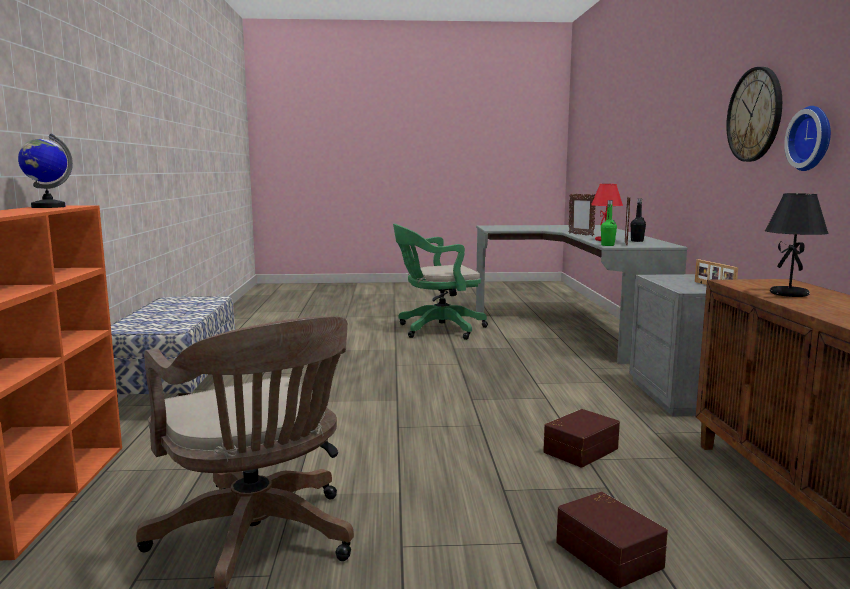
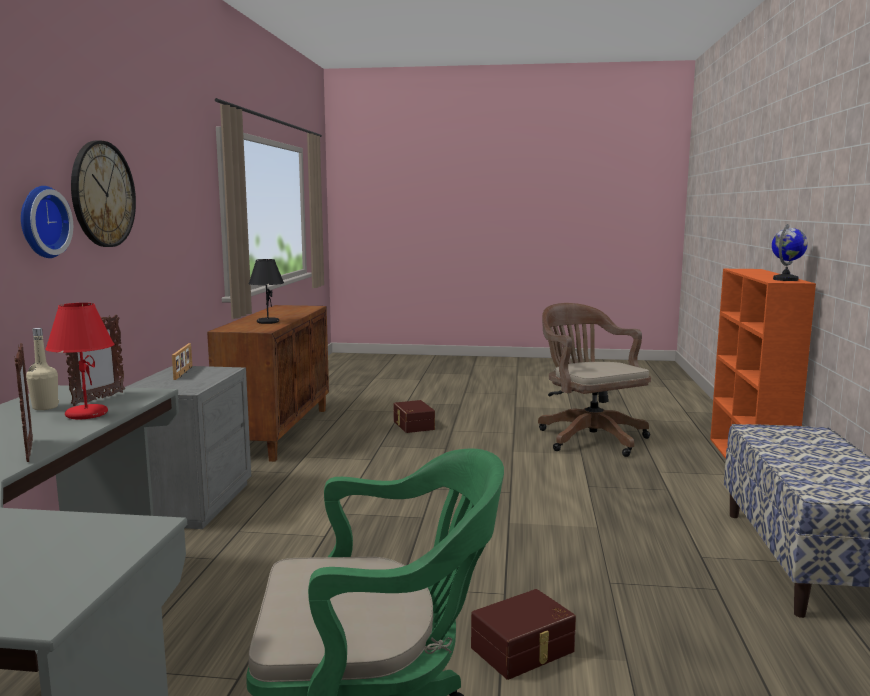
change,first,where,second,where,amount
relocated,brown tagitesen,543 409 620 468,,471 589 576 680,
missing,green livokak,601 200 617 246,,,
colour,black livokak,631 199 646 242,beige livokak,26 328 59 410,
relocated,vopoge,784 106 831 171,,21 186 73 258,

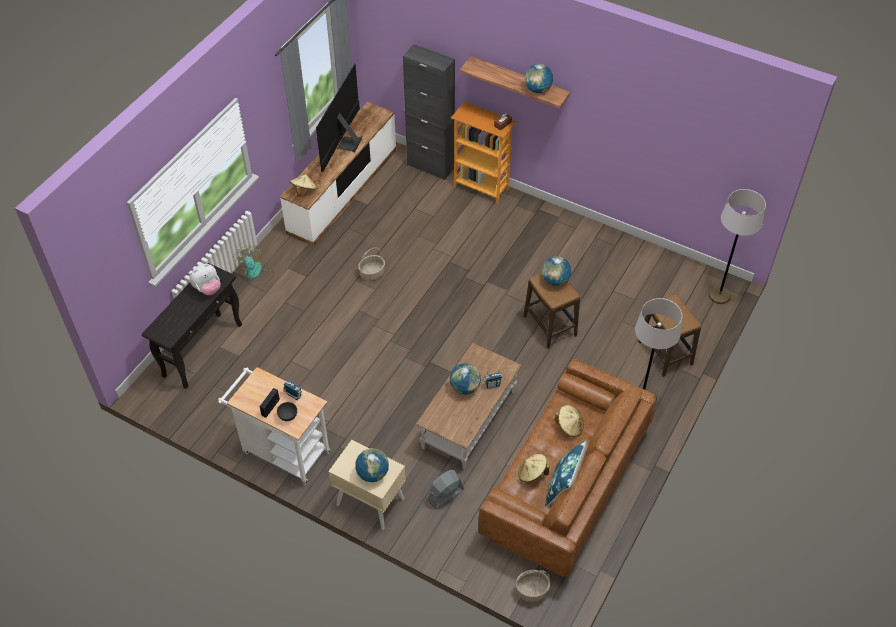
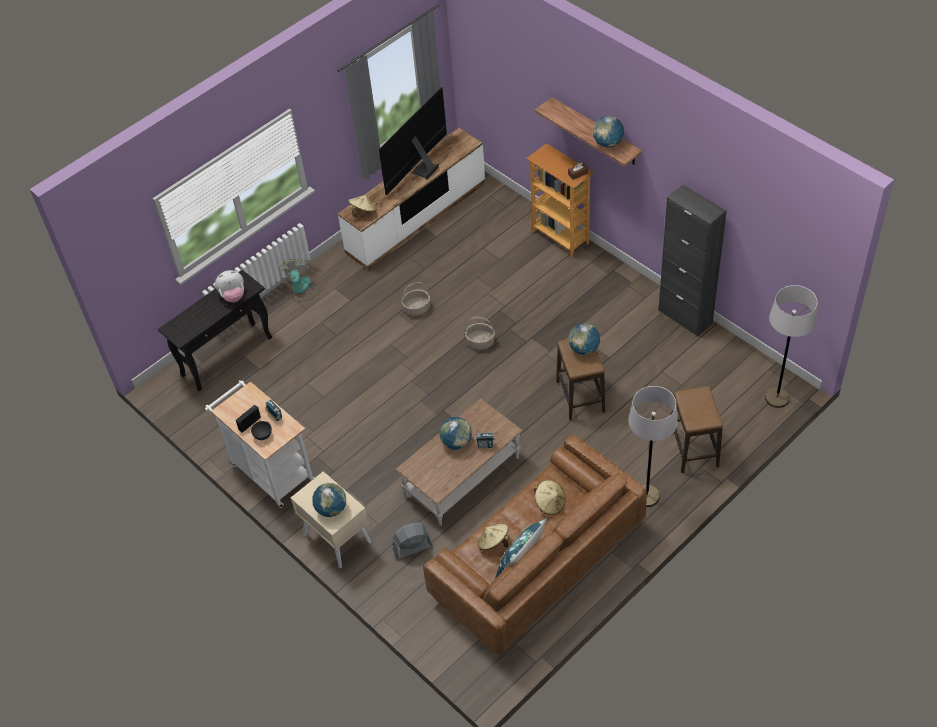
change,first,where,second,where,amount
relocated,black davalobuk,403 44 455 180,,658 185 727 337,
relocated,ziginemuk,516 570 550 602,,465 317 495 350,

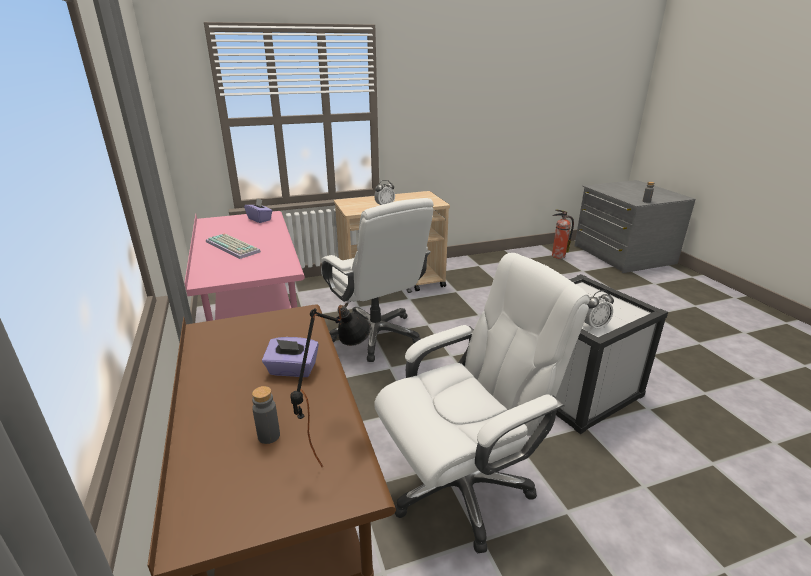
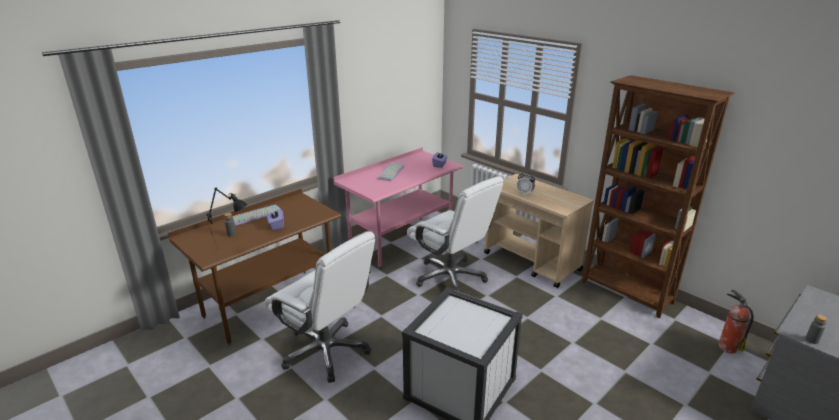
change,first,where,second,where,amount
spun,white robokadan,321 198 434 362,,407 176 504 292,75 degrees counterclockwise
missing,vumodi,584 290 614 331,,,
appeared,,,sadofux,232 205 283 226,
appeared,,,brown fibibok,582 75 735 318,

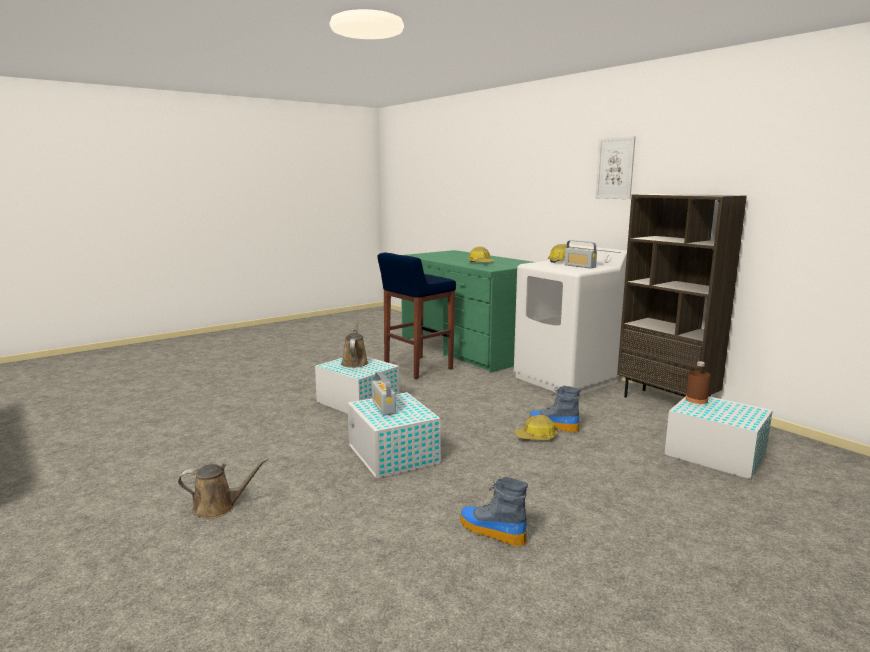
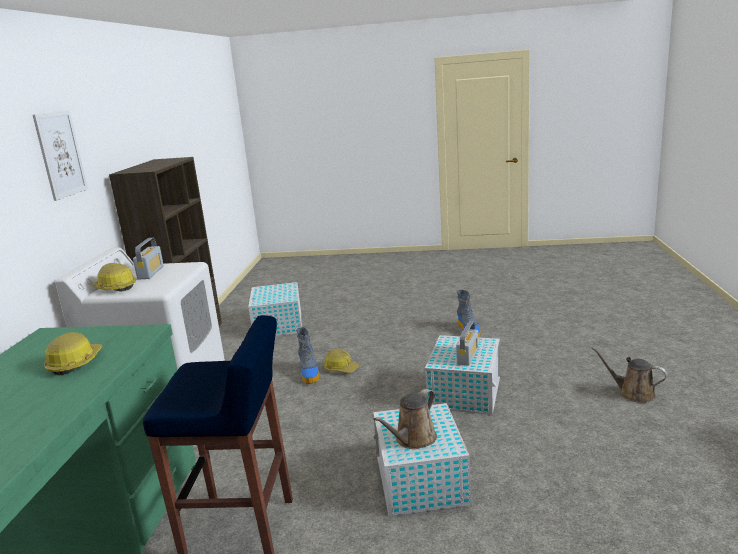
change,first,where,second,where,amount
missing,brown livokak,686 361 711 404,,,

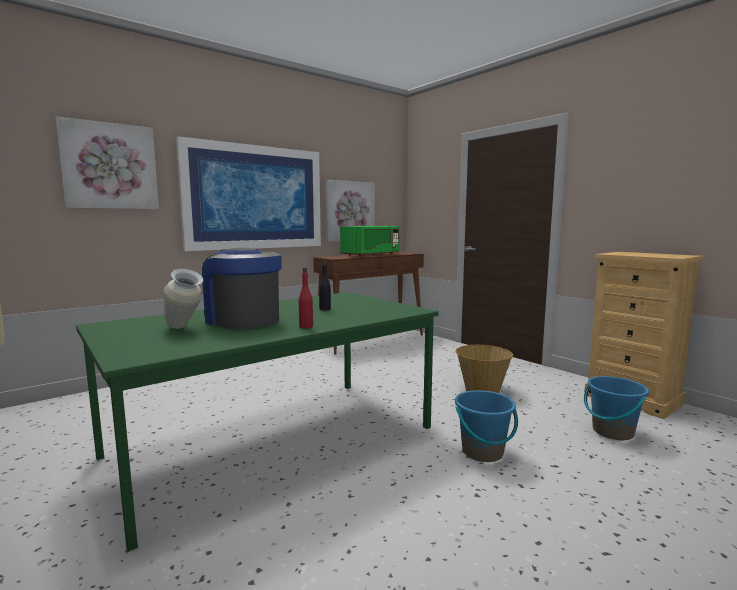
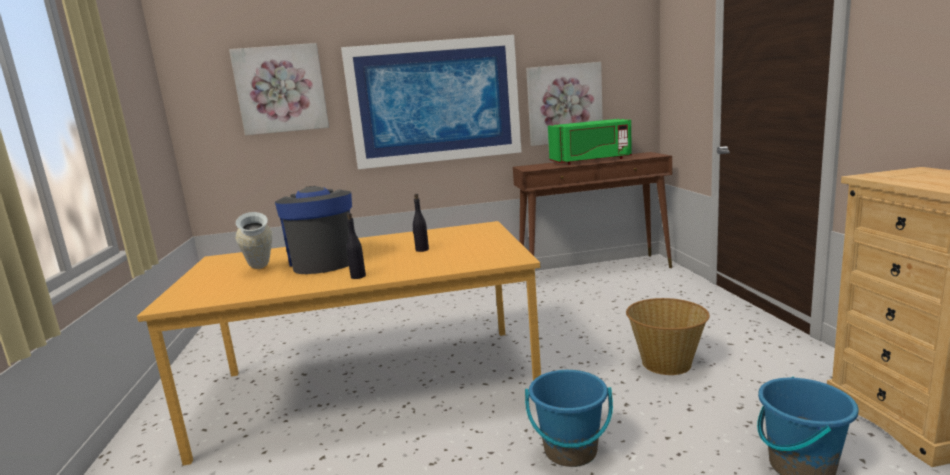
change,first,where,second,where,amount
colour,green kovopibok,76 292 439 552,orange kovopibok,137 221 541 465,
colour,red livokak,299 268 313 329,black livokak,347 213 366 279,

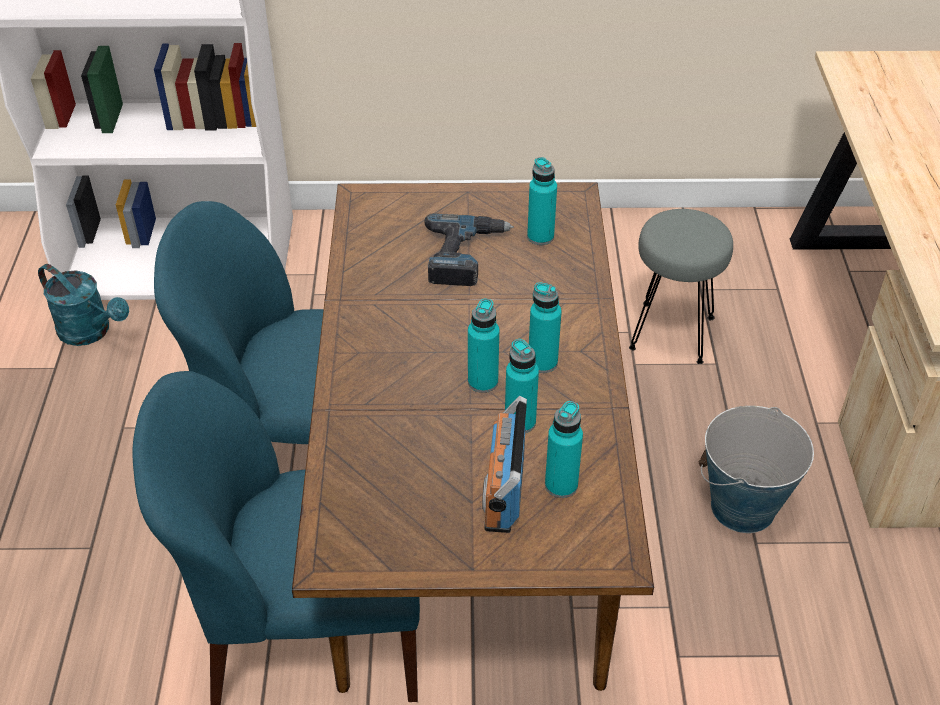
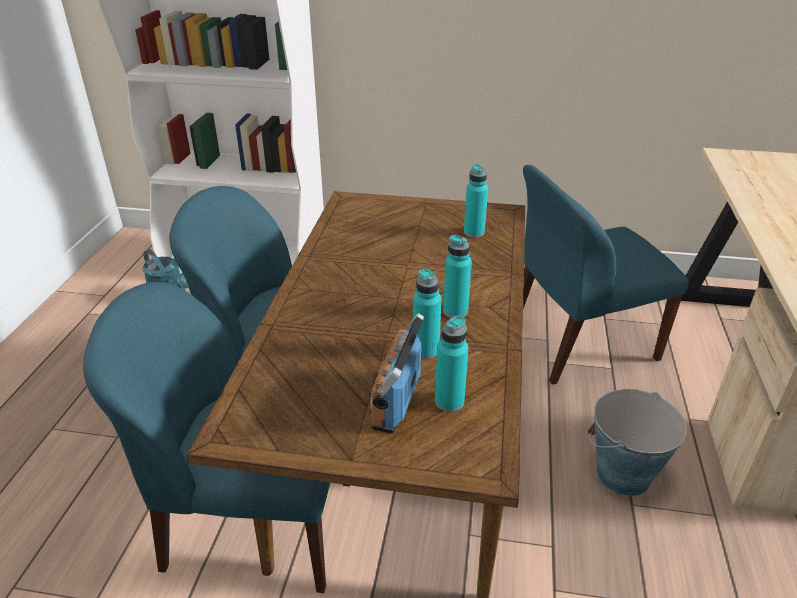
change,first,where,second,where,amount
missing,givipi,425 213 514 286,,,
missing,turquoise livokak,468 298 499 393,,,
exchanged,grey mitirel,629 209 733 364,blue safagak,523 165 689 385,

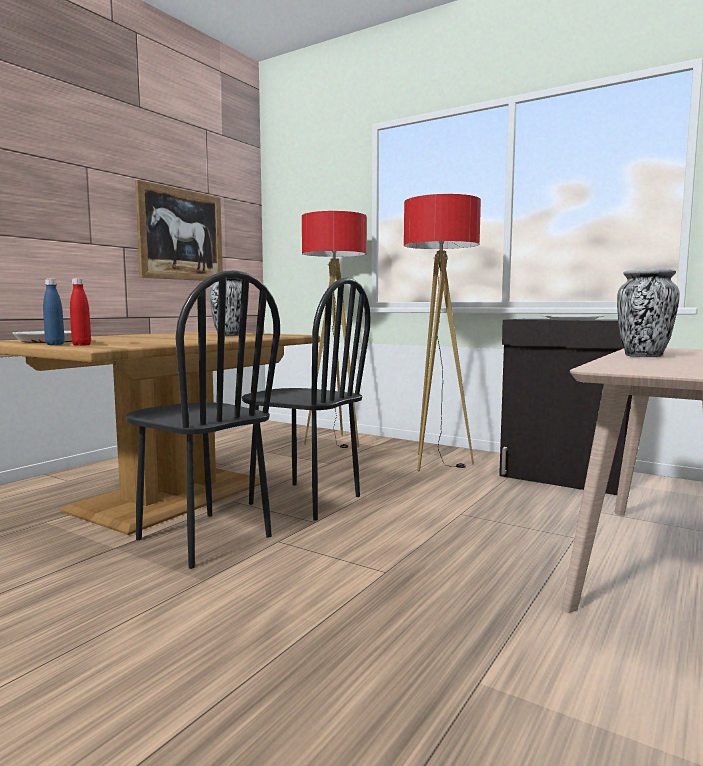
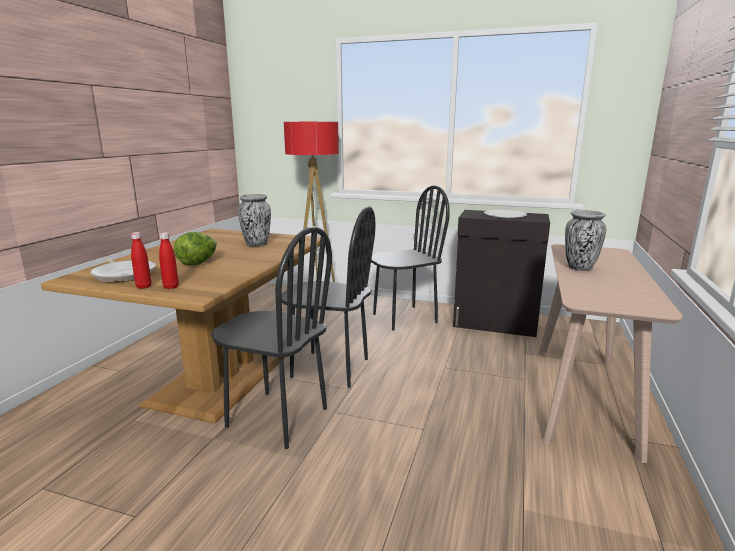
change,first,where,second,where,amount
colour,blue livokak,43 279 65 345,red livokak,131 232 151 289,
missing,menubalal,135 179 223 281,,,
exchanged,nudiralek,404 194 481 471,black safagak,371 185 450 331,
appeared,,,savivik,174 232 217 266,

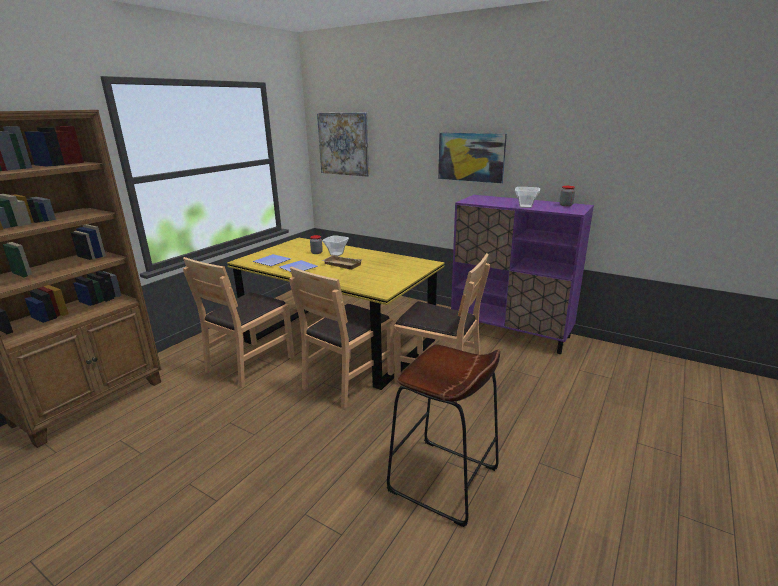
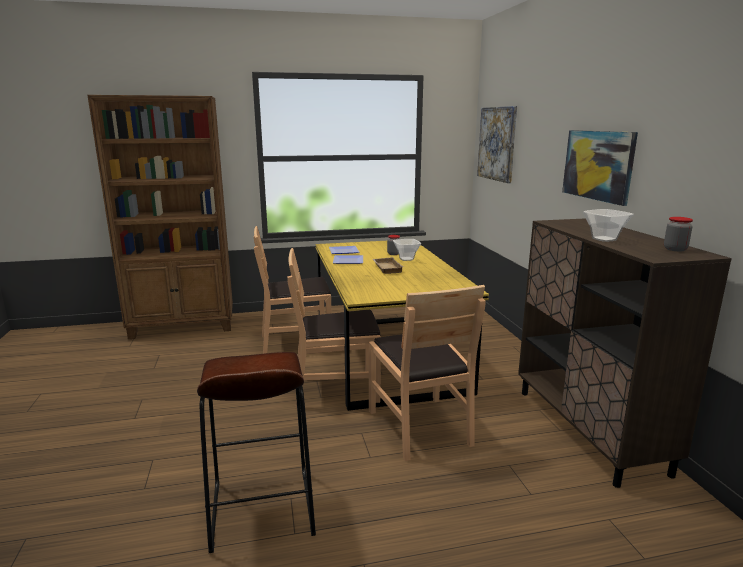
change,first,where,second,where,amount
colour,purple davalobuk,451 195 594 354,brown davalobuk,518 218 732 488,

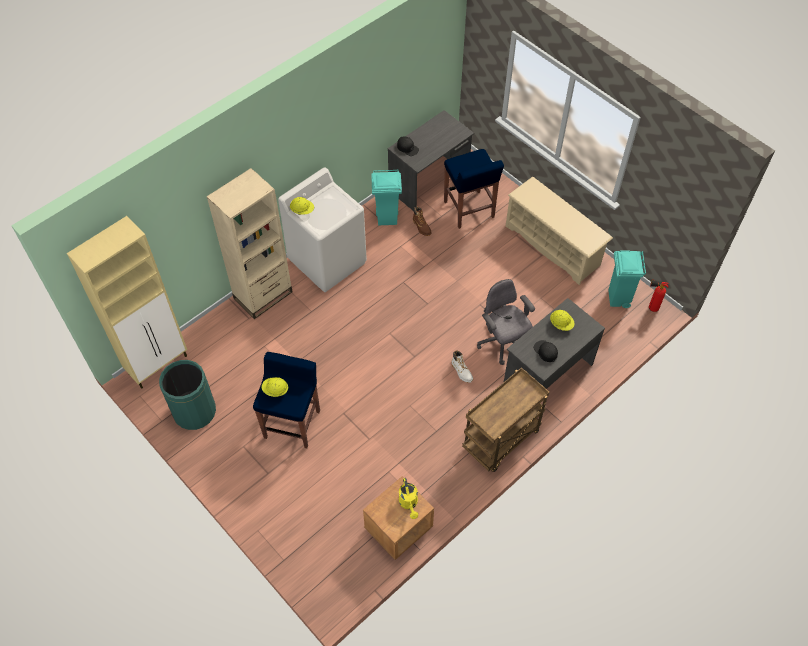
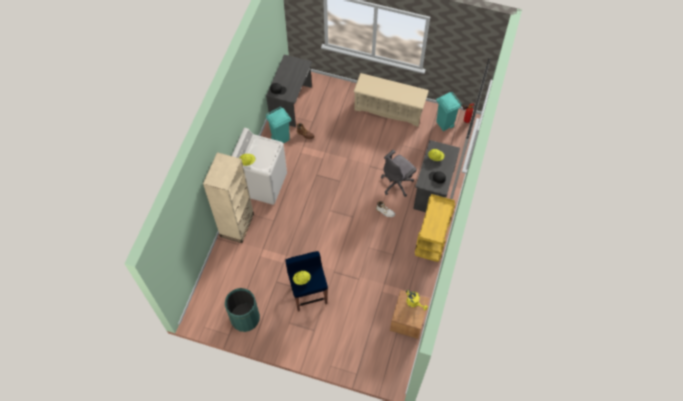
change,first,where,second,where,amount
missing,beige davalobuk,67 216 187 389,,,
missing,blue mitirel,444 149 504 229,,,
colour,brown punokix,462 367 550 472,yellow punokix,415 194 455 262,
spun,grey robokadan,477 279 535 365,,381 150 417 197,75 degrees counterclockwise

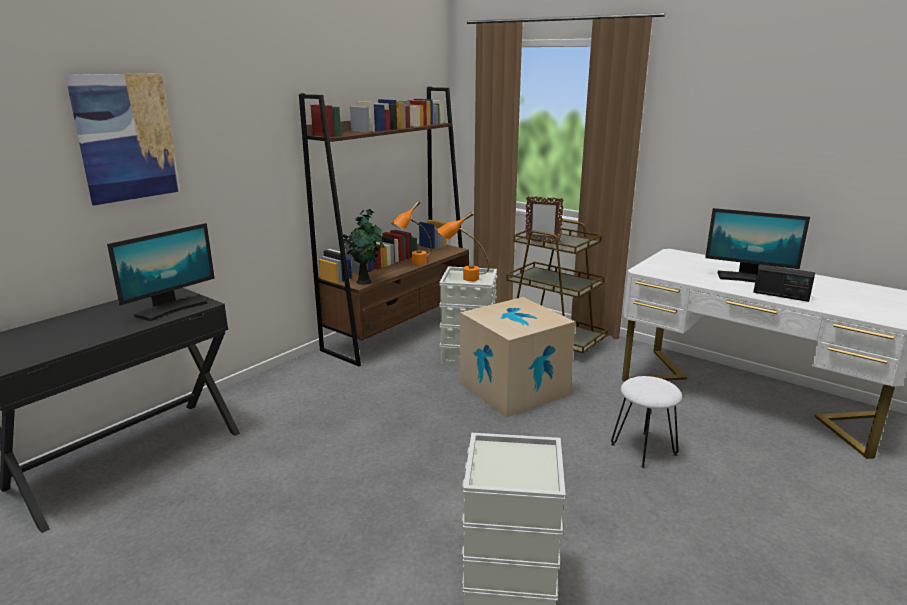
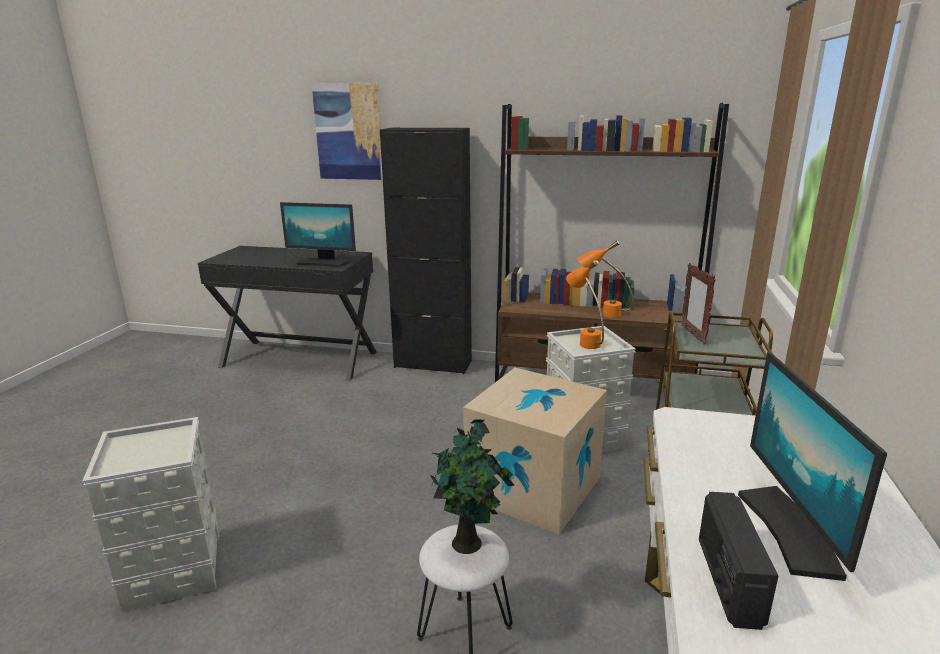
change,first,where,second,where,amount
relocated,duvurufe,343 209 385 285,,430 419 514 554,
appeared,,,black davalobuk,380 128 472 374,

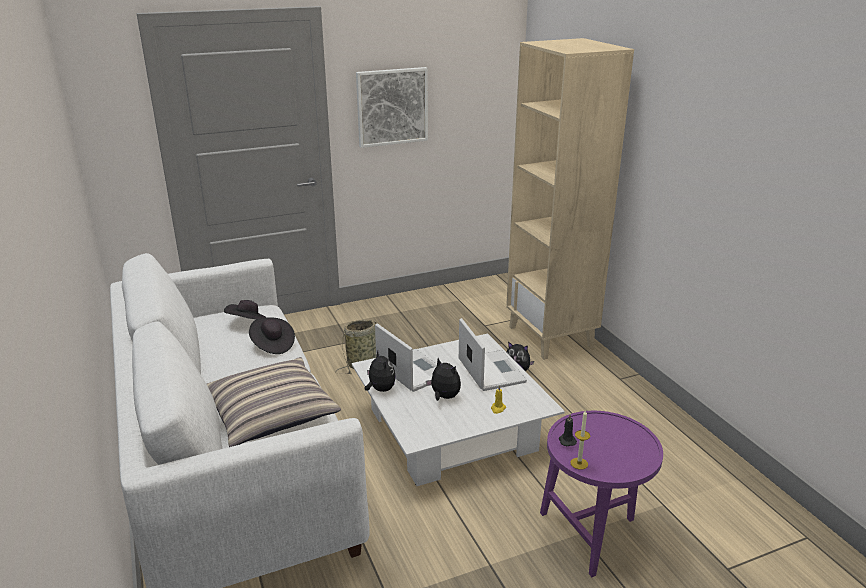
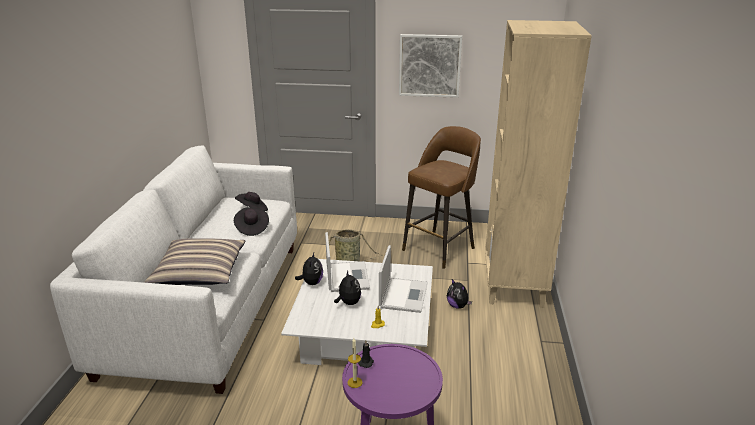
change,first,where,second,where,amount
appeared,,,brown mitirel,402 126 481 269,

